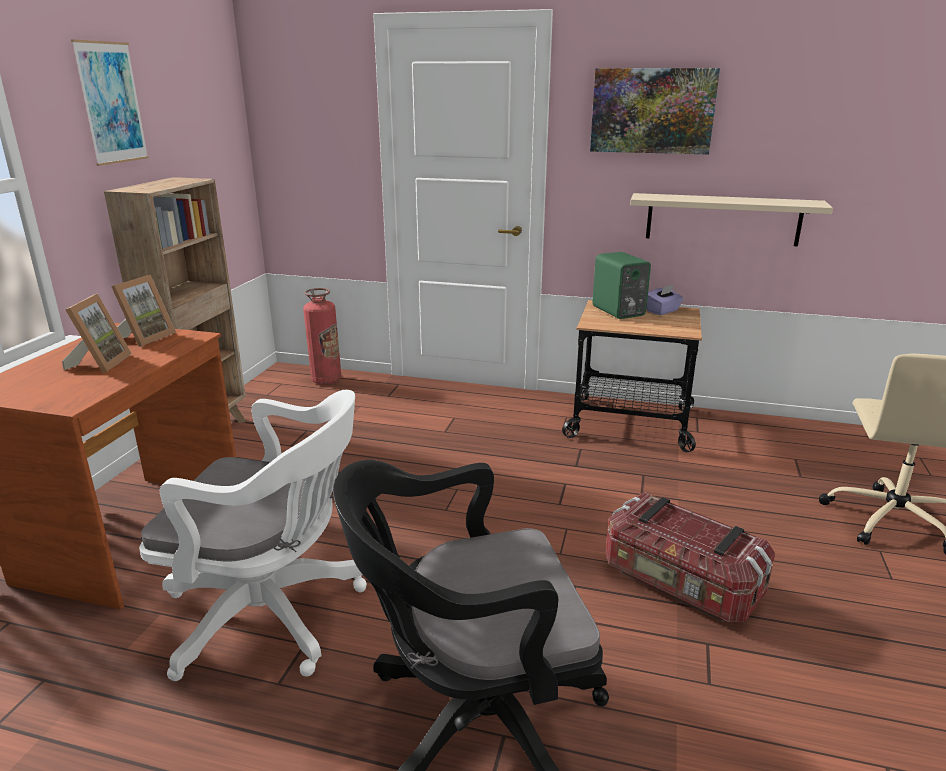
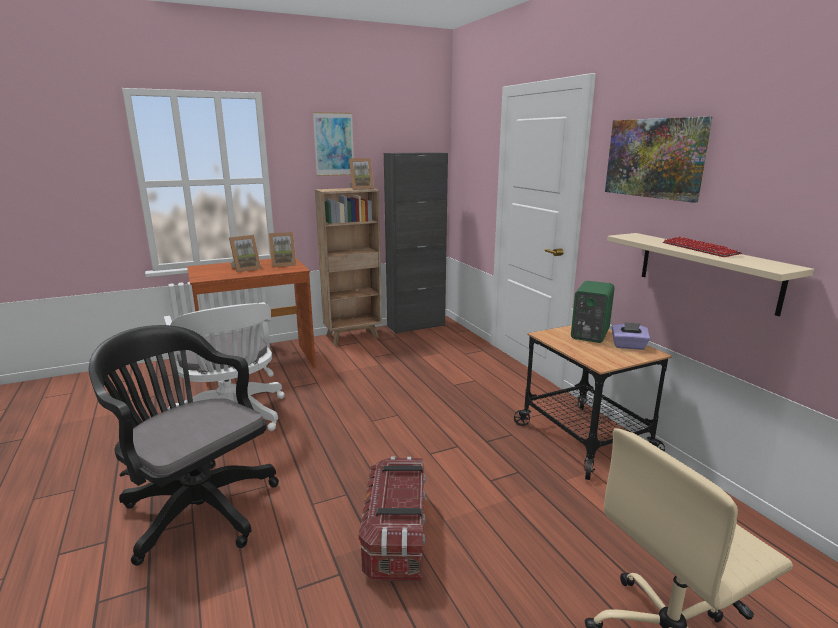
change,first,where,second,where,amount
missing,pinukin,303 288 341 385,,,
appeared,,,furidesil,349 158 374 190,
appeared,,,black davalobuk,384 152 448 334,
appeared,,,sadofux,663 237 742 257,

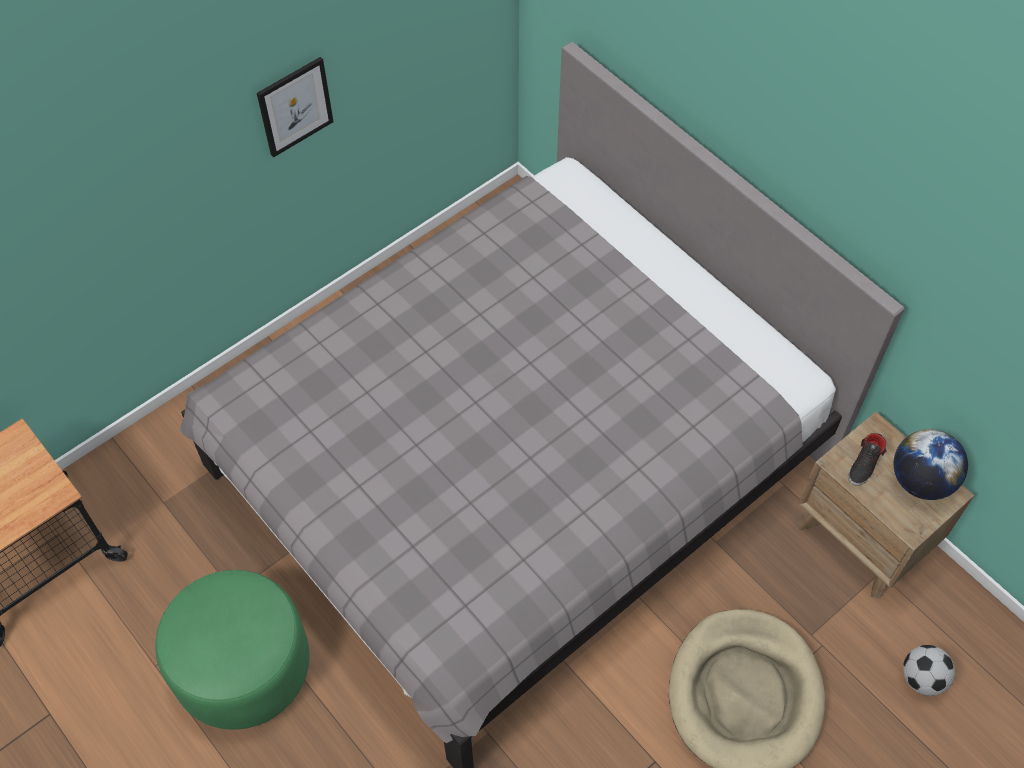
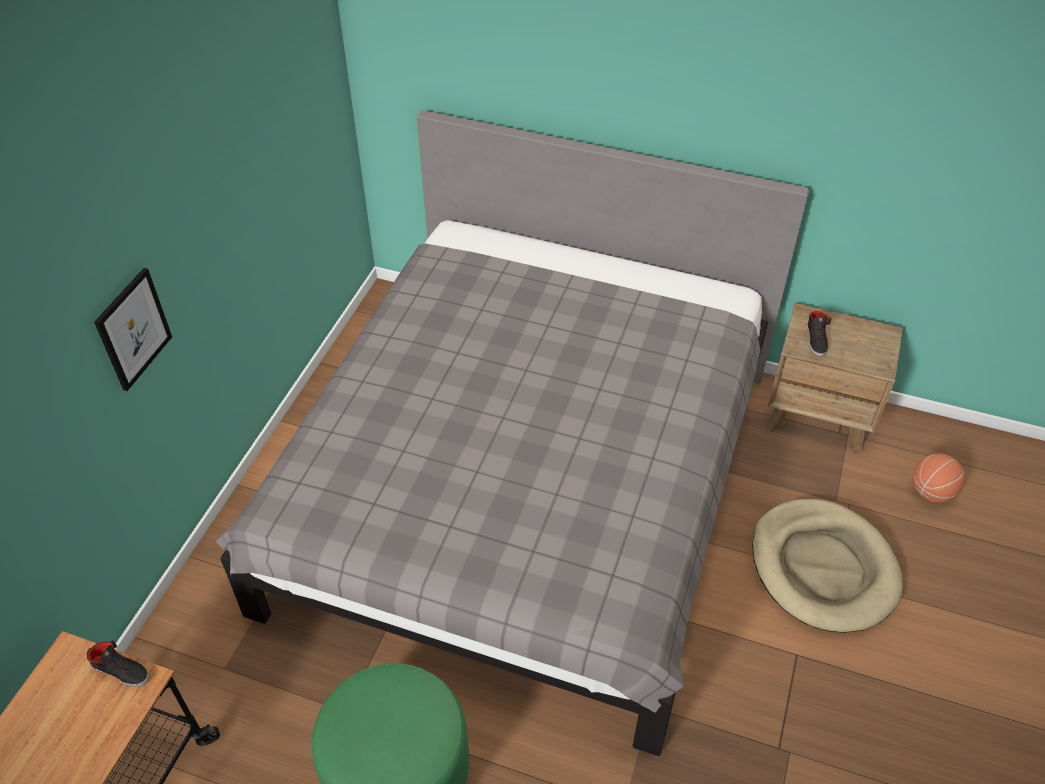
change,first,where,second,where,amount
relocated,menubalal,257 57 333 158,,94 268 172 391,
missing,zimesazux,894 429 968 500,,,
exchanged,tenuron,903 645 955 696,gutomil,912 454 965 503,
appeared,,,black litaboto,87 640 149 686,

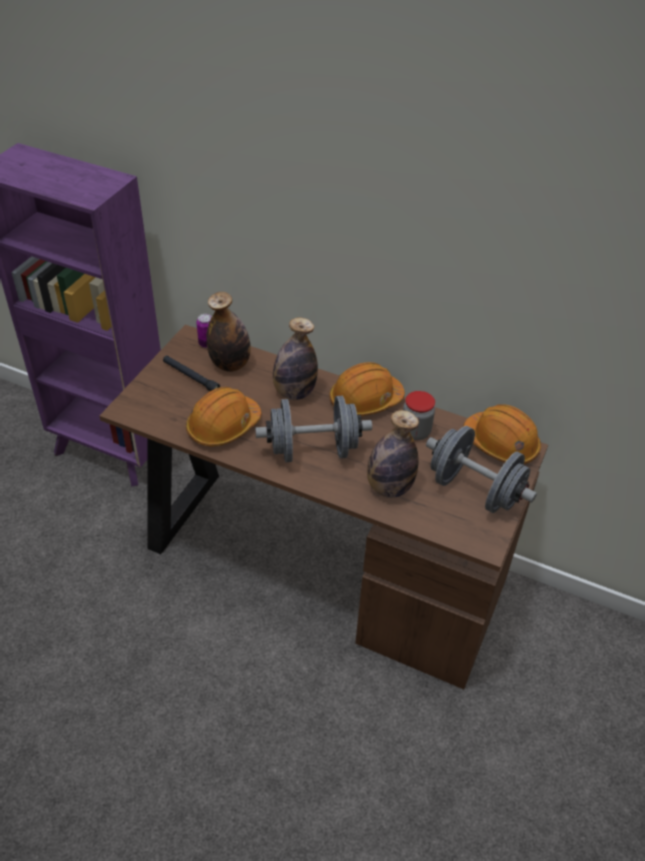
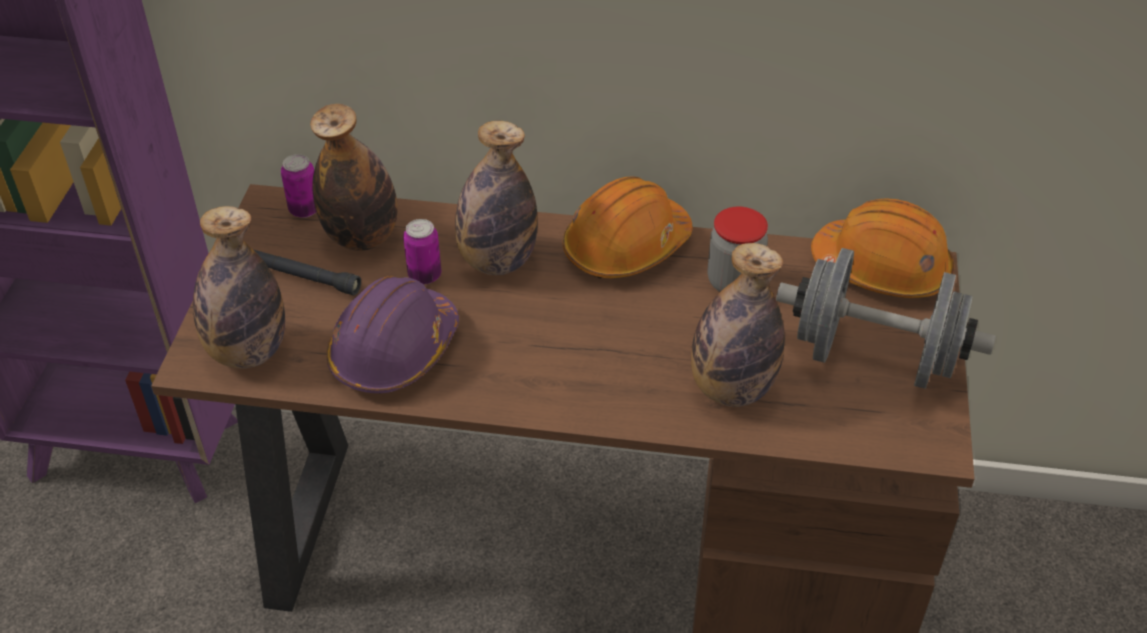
change,first,where,second,where,amount
colour,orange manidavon,186 387 261 446,purple manidavon,327 276 459 394,
missing,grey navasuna,255 396 372 462,,,
appeared,,,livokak,193 206 285 369,
appeared,,,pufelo,403 219 441 284,

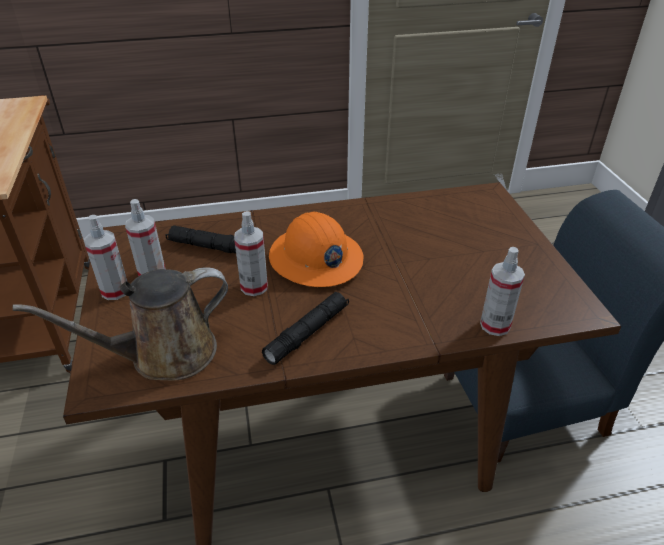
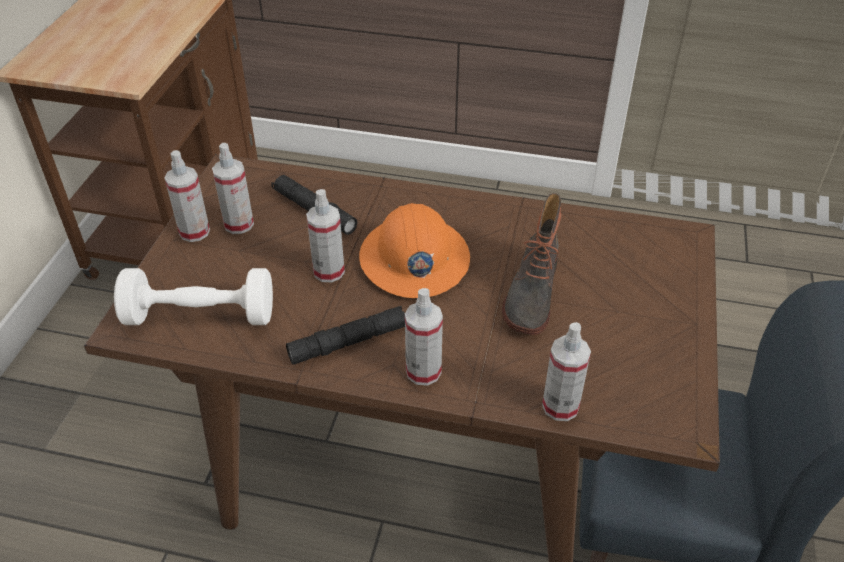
change,first,where,second,where,amount
exchanged,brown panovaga,12 267 228 380,white navasuna,114 268 273 325,
appeared,,,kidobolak,405 288 443 386,
appeared,,,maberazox,502 194 561 335,

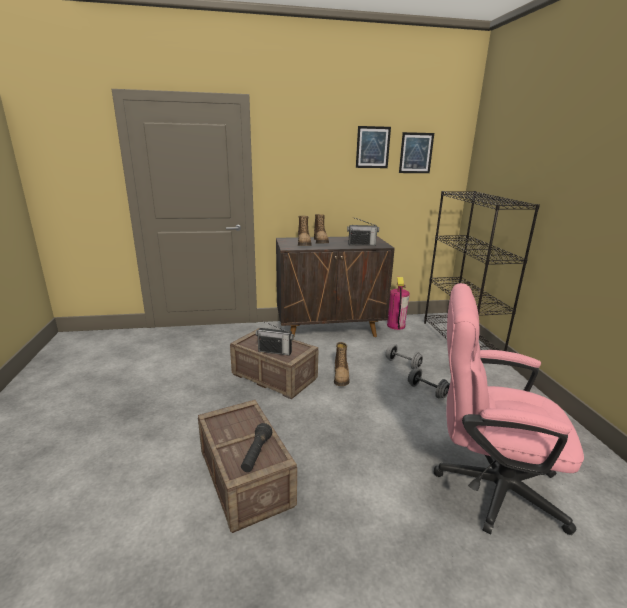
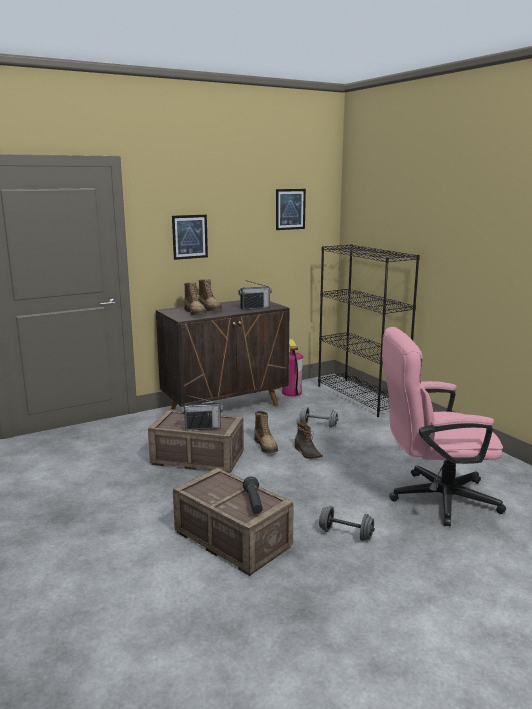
change,first,where,second,where,amount
relocated,menubalal,356 126 391 168,,172 215 208 260,
relocated,grey navasuna,408 368 450 398,,319 506 375 541,
appeared,,,maberazox,295 421 323 459,

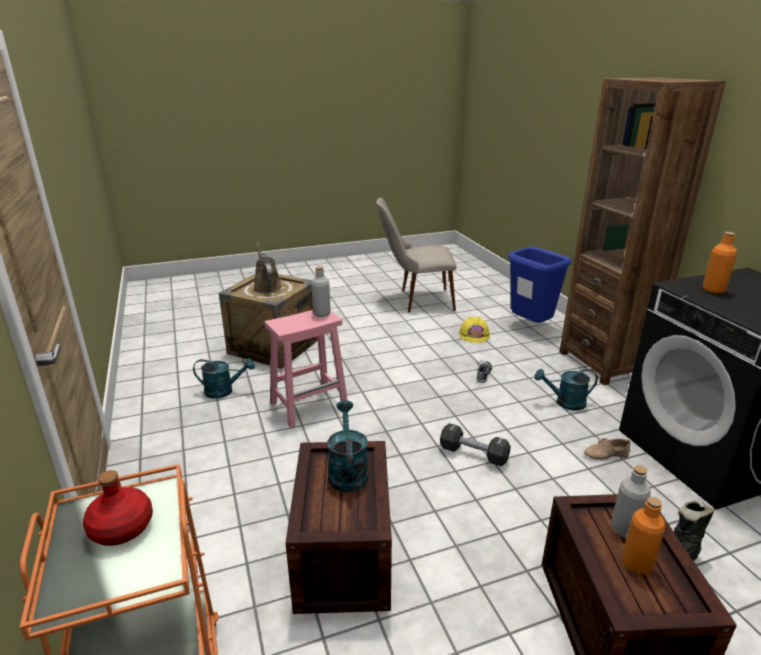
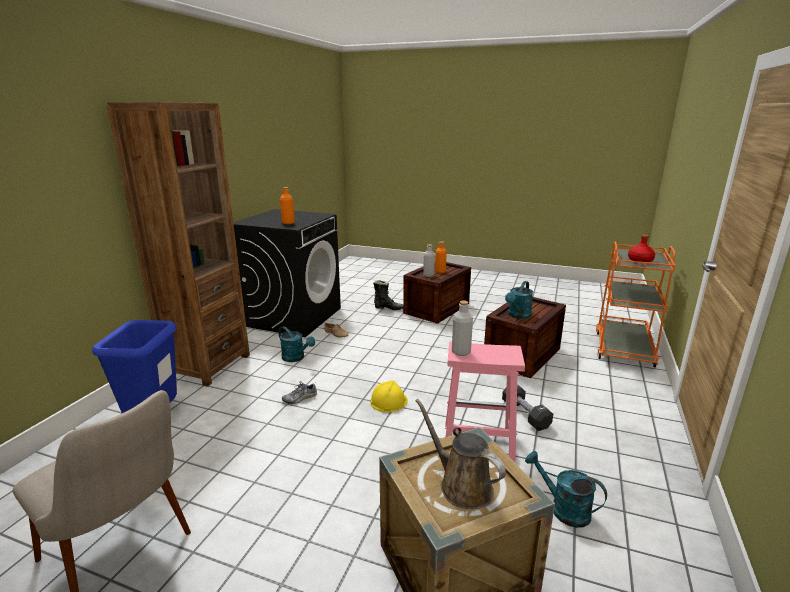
change,first,where,second,where,amount
spun,brown panovaga,253 242 282 294,,415 398 506 509,120 degrees clockwise
relocated,black navasuna,440 423 511 466,,502 384 553 431,
relocated,yellow manidavon,459 317 490 343,,370 380 408 412,

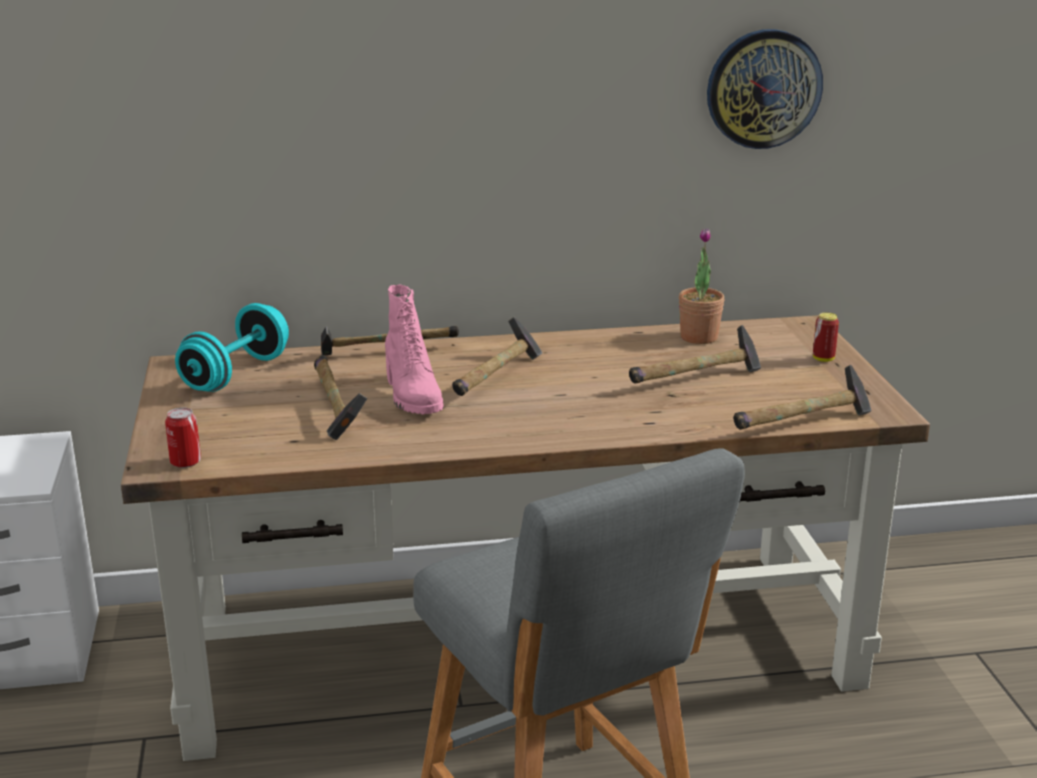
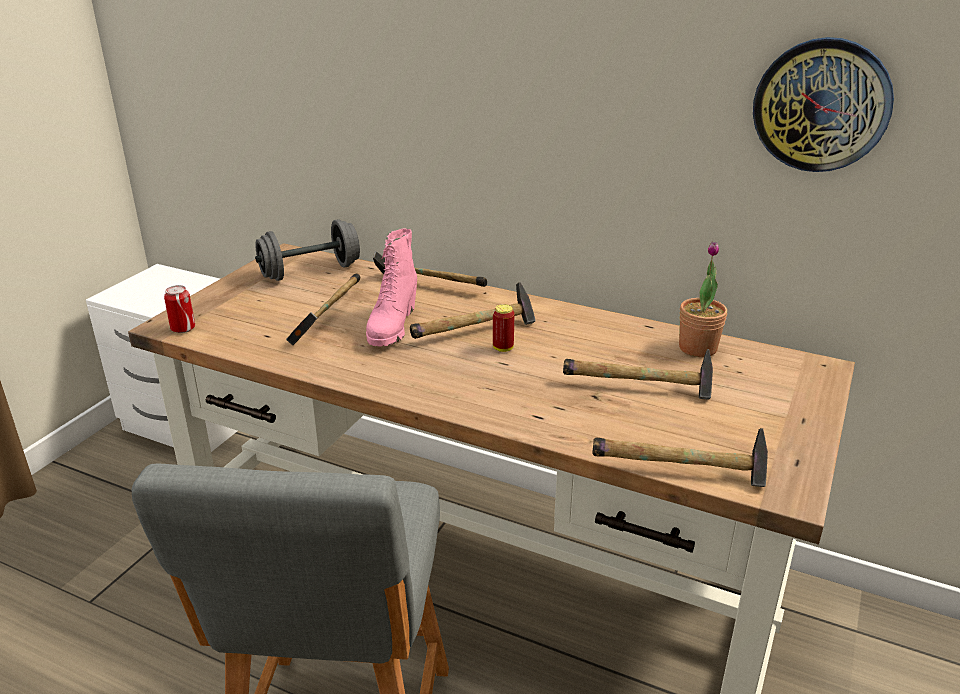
change,first,where,second,where,amount
colour,turquoise navasuna,175 303 289 392,grey navasuna,255 219 360 281,
relocated,pufelo,813 312 839 362,,493 304 515 352,

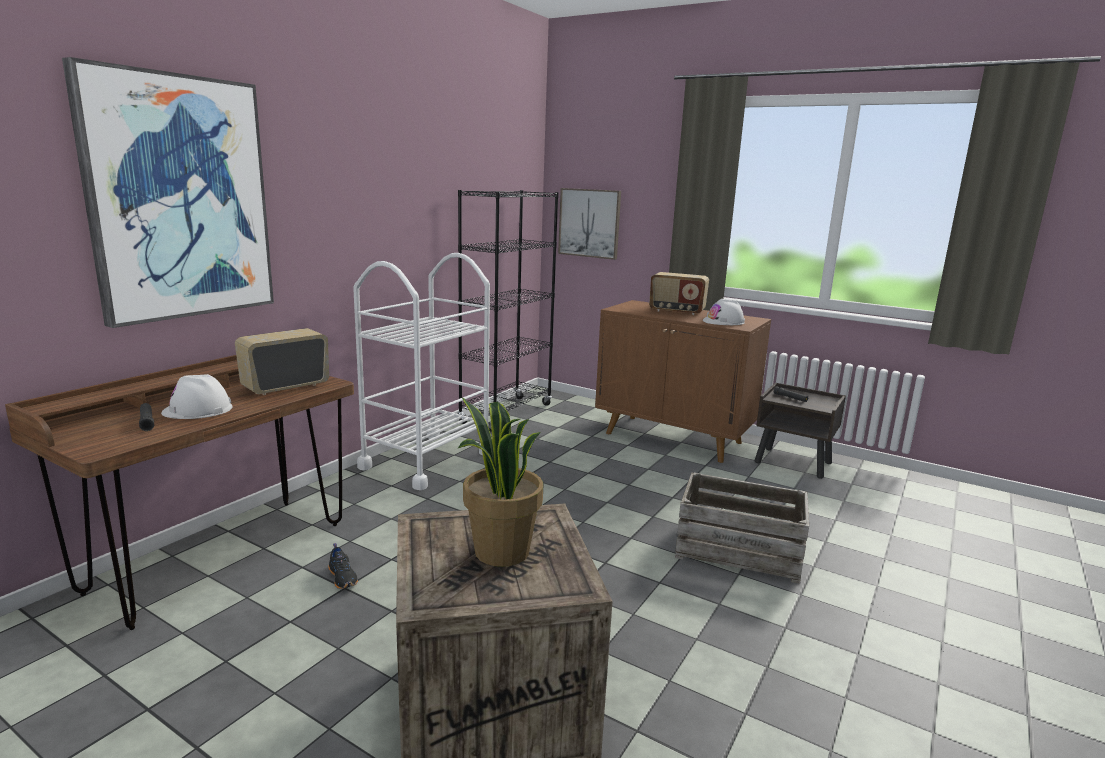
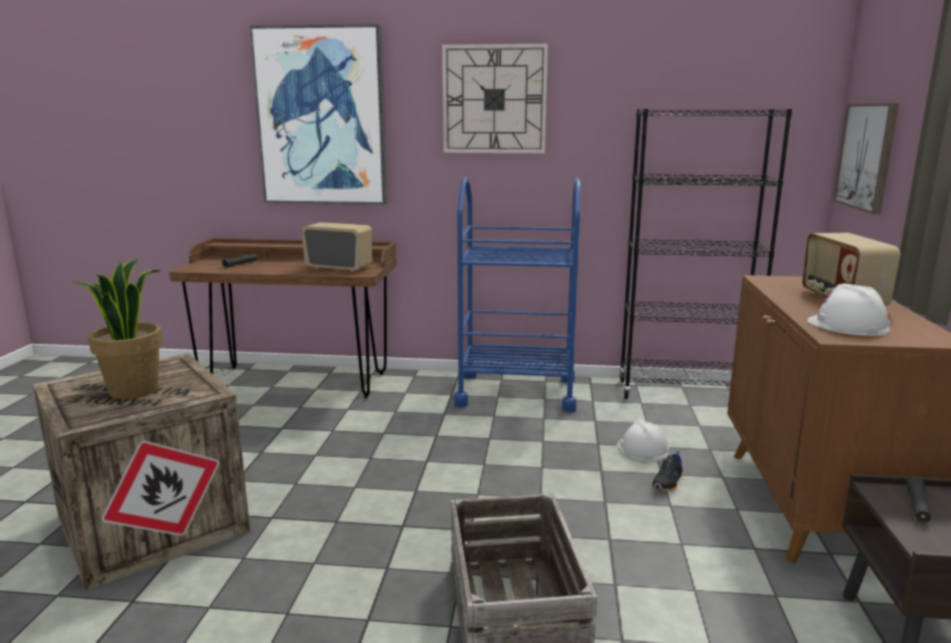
change,first,where,second,where,amount
relocated,white manidavon,161 374 233 419,,617 420 669 461,
relocated,black litaboto,328 543 358 589,,652 450 683 491,
colour,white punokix,353 253 490 490,blue punokix,454 177 580 413,
appeared,,,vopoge,442 44 548 153,

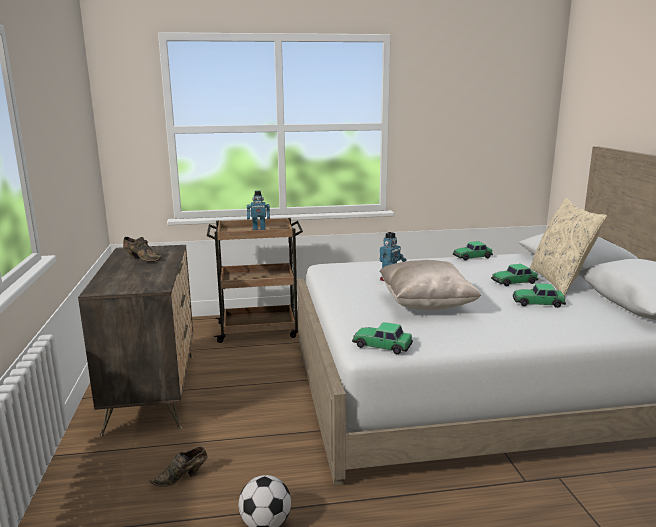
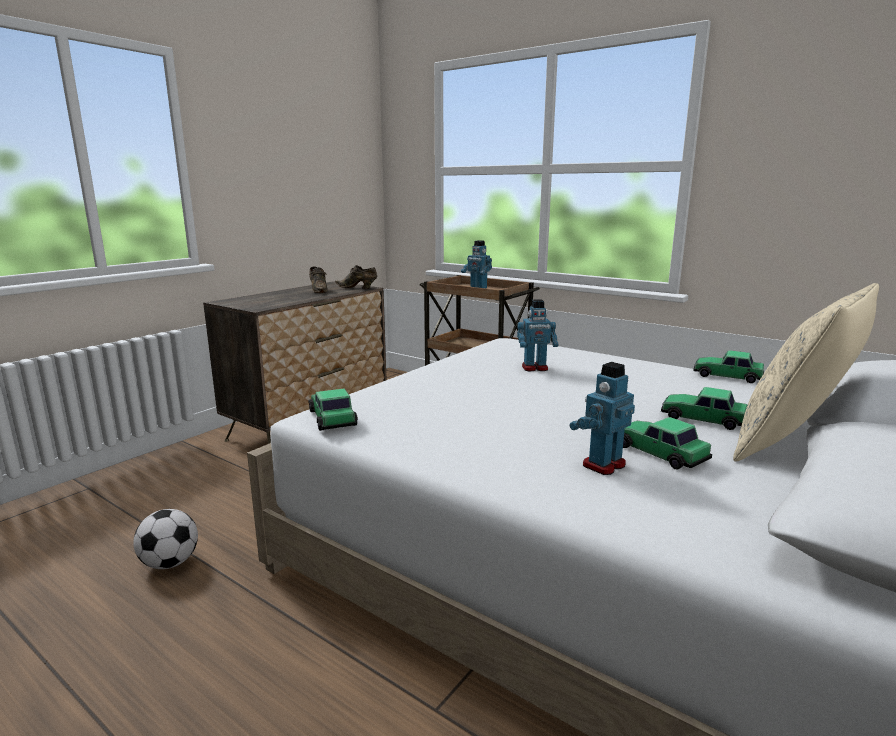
change,first,where,second,where,amount
relocated,brown litaboto,150 447 208 487,,335 265 377 289,
missing,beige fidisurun,379 260 481 310,,,
appeared,,,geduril,570 362 635 475,

